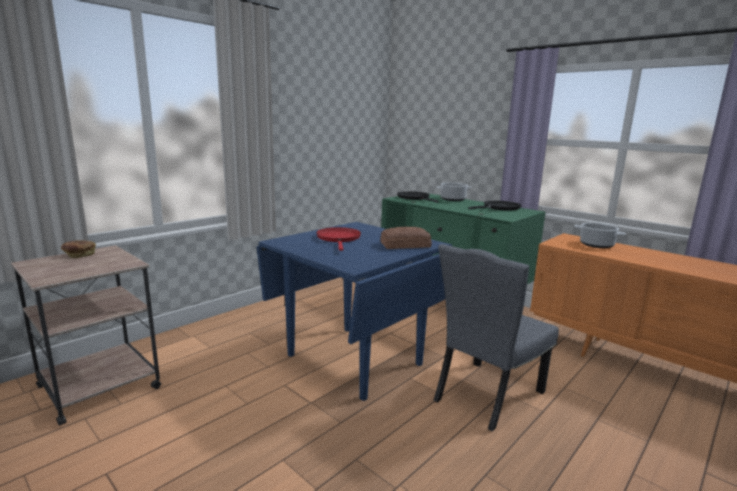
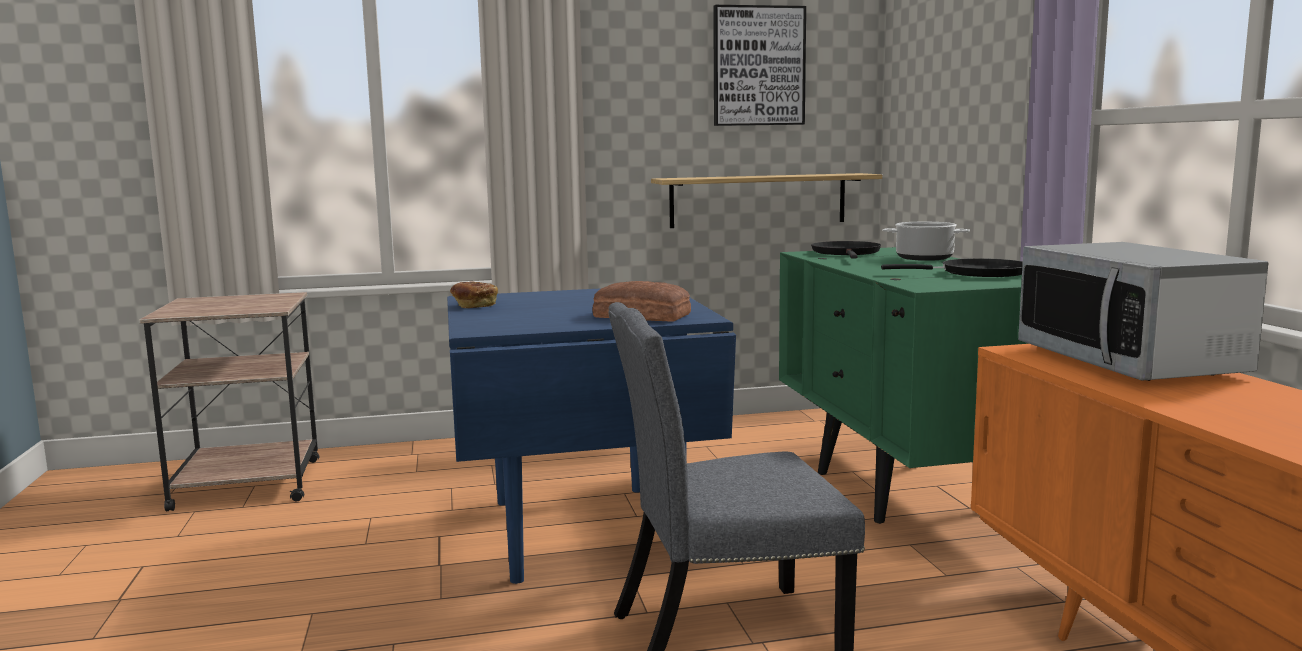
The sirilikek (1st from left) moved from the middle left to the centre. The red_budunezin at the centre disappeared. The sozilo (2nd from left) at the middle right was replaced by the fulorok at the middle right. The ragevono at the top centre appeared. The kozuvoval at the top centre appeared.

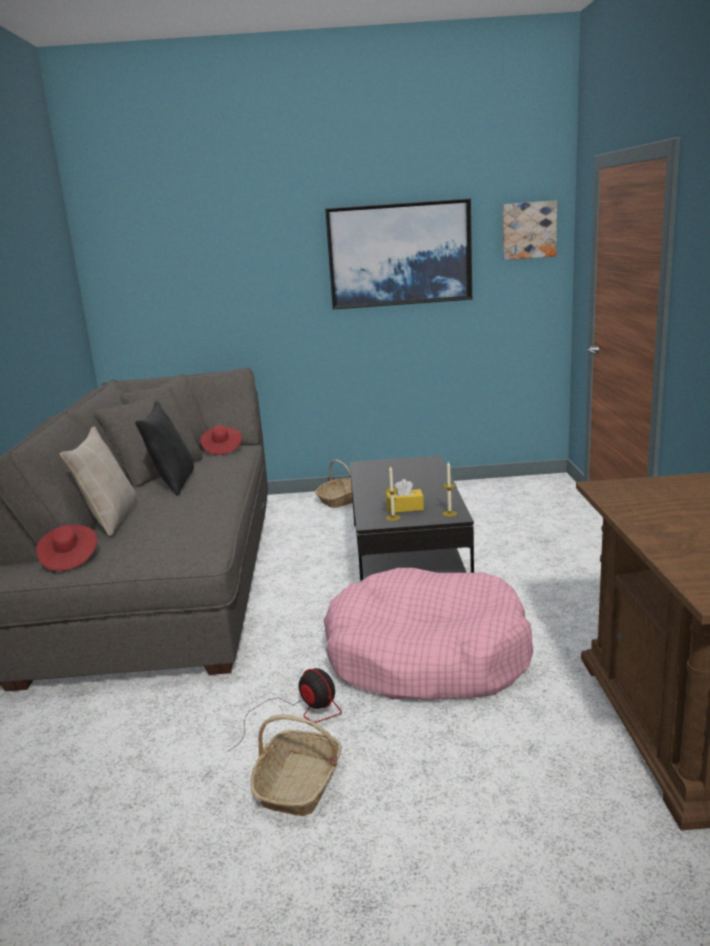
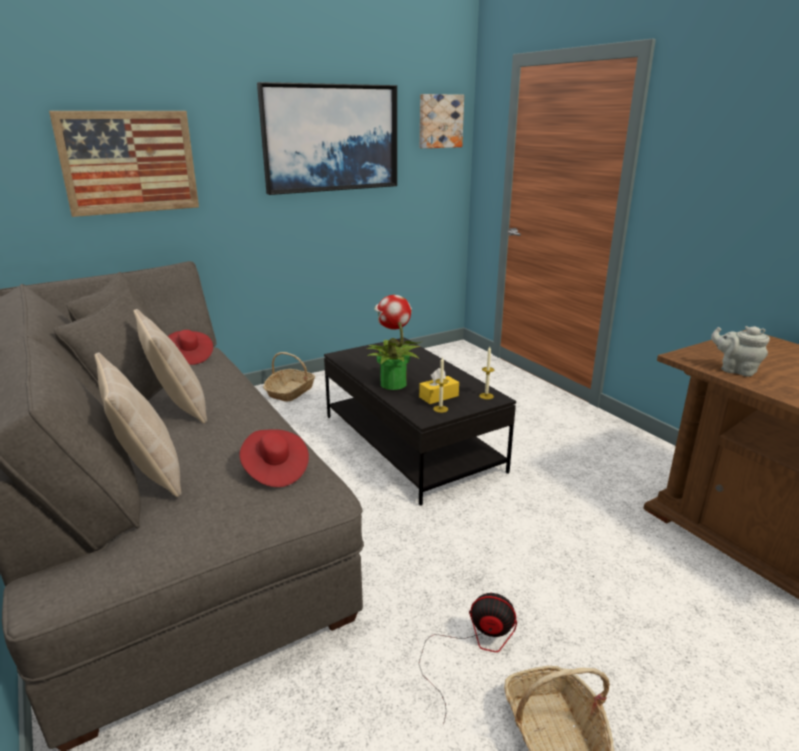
The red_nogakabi (1st from left in the first image) moved from the middle left to the centre. The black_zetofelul at the middle left became the beige_zetofelul (2nd from left) at the middle left. The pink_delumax at the bottom centre disappeared. The kozuvoval (1st from left) at the top left appeared. The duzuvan at the centre appeared. The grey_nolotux at the middle right appeared.

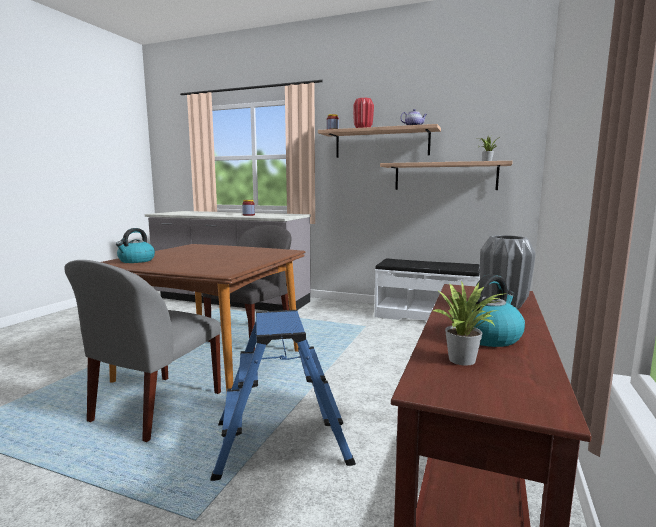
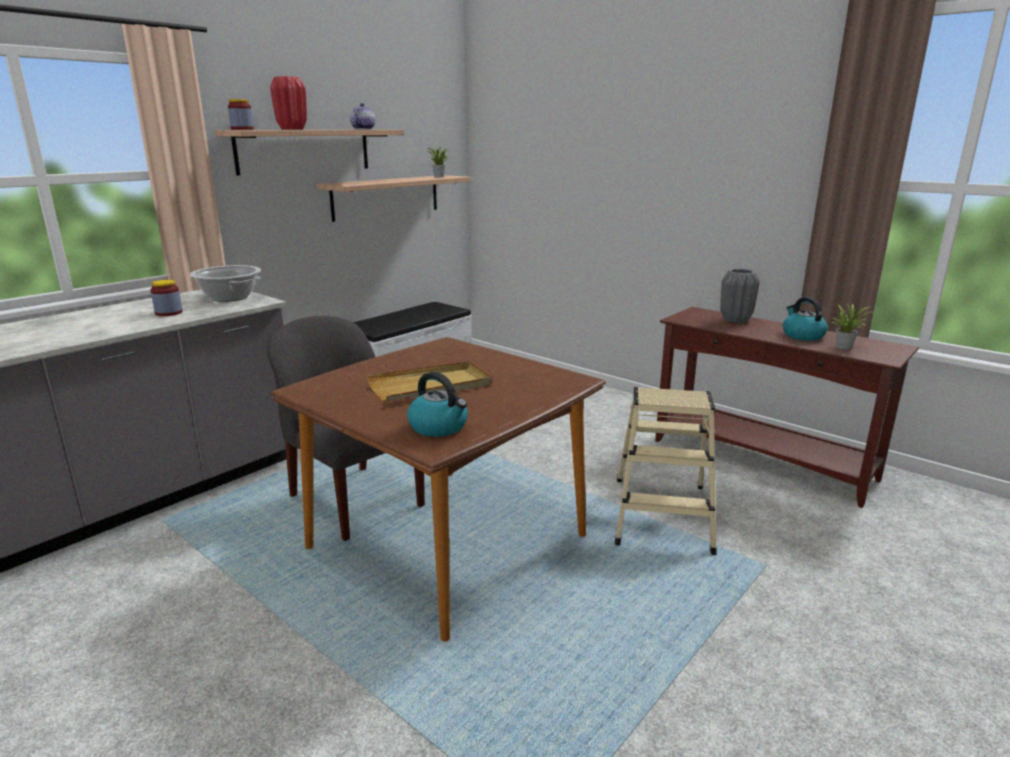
The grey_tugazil (1st from left) at the middle left disappeared. The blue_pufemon at the bottom centre became the beige_pufemon at the centre. The sozilo at the middle left appeared. The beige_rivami at the centre appeared.

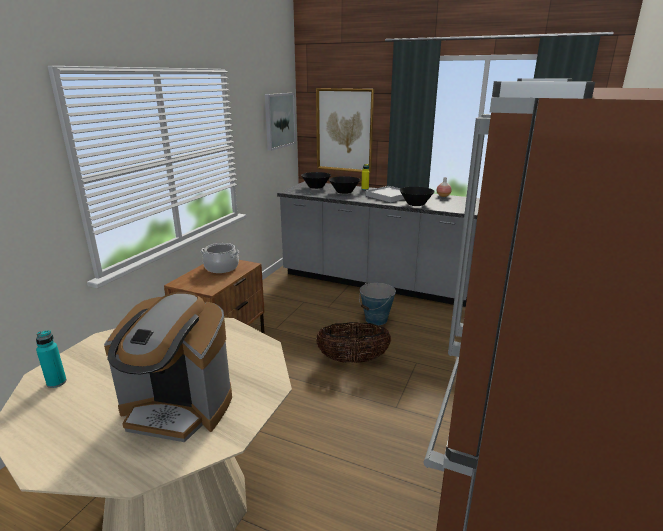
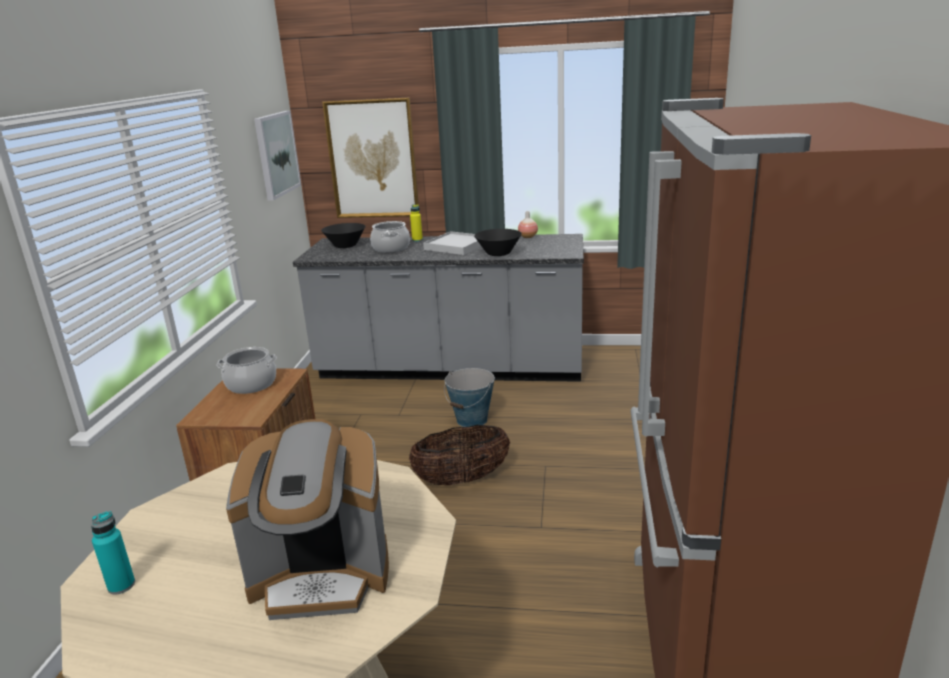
The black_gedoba (2nd from left) at the centre was replaced by the sozilo (2nd from left) at the centre.

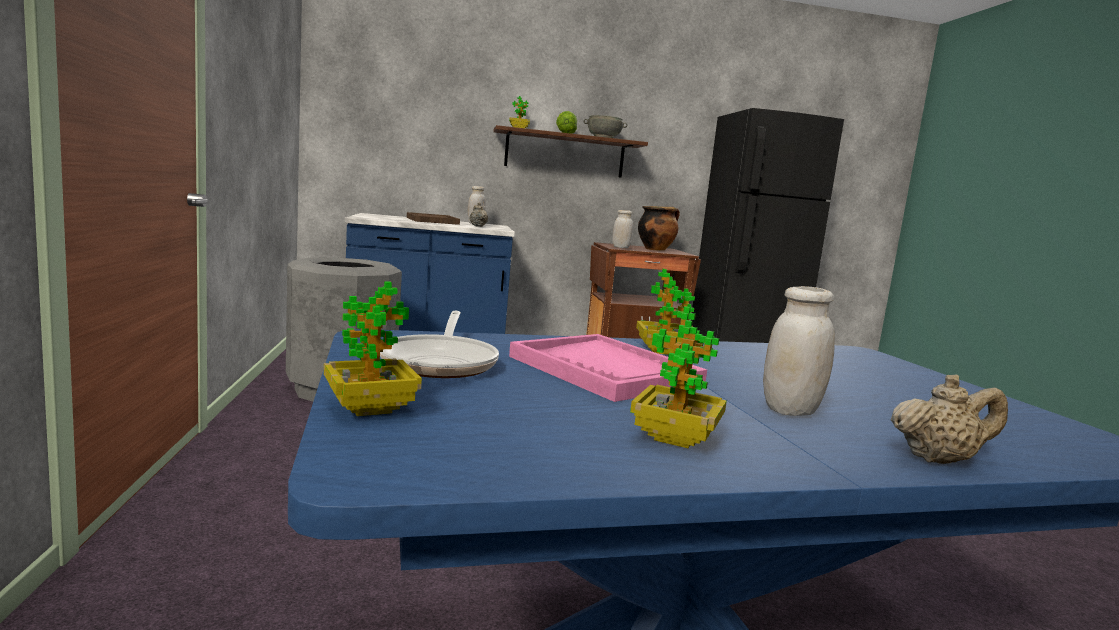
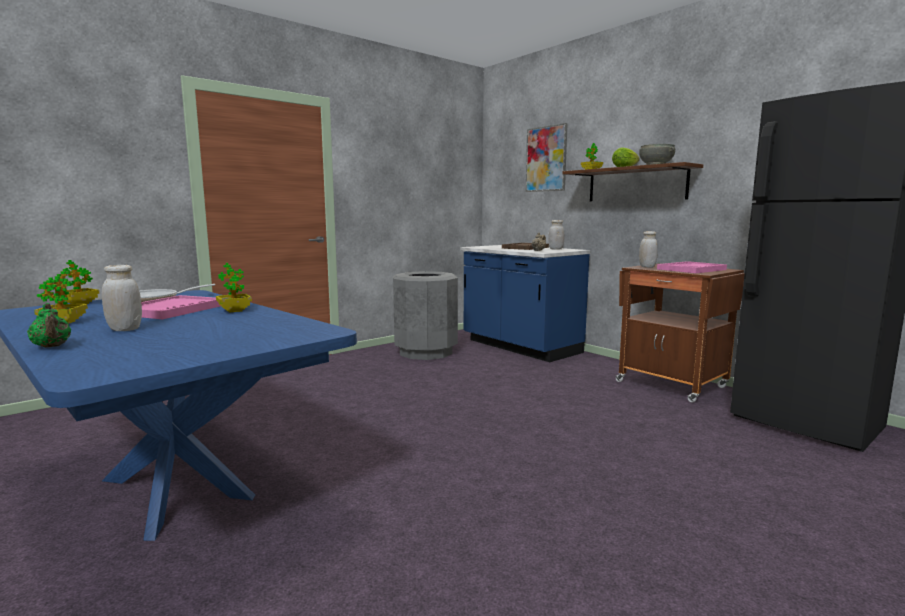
The sozilo at the centre was replaced by the pink_rivami (2nd from left) at the middle right. The beige_nolotux (2nd from left) at the middle right became the green_nolotux at the middle left. The kozuvoval at the top centre appeared.

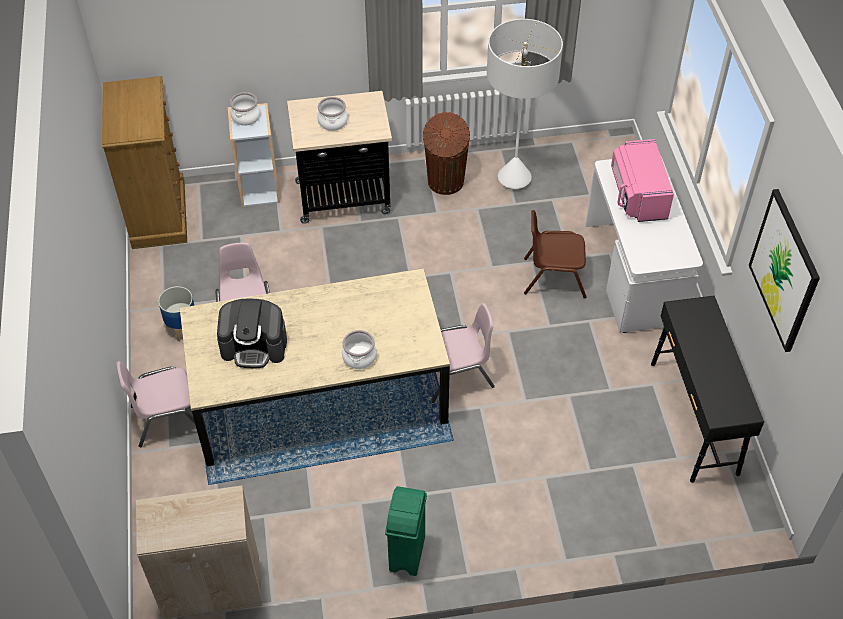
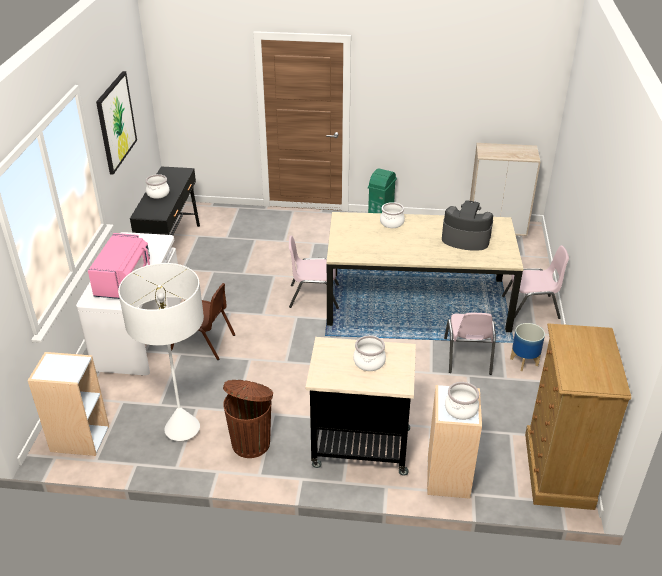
The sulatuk (1st from left) at the bottom left appeared. The sozilo (1st from left) at the top left appeared.

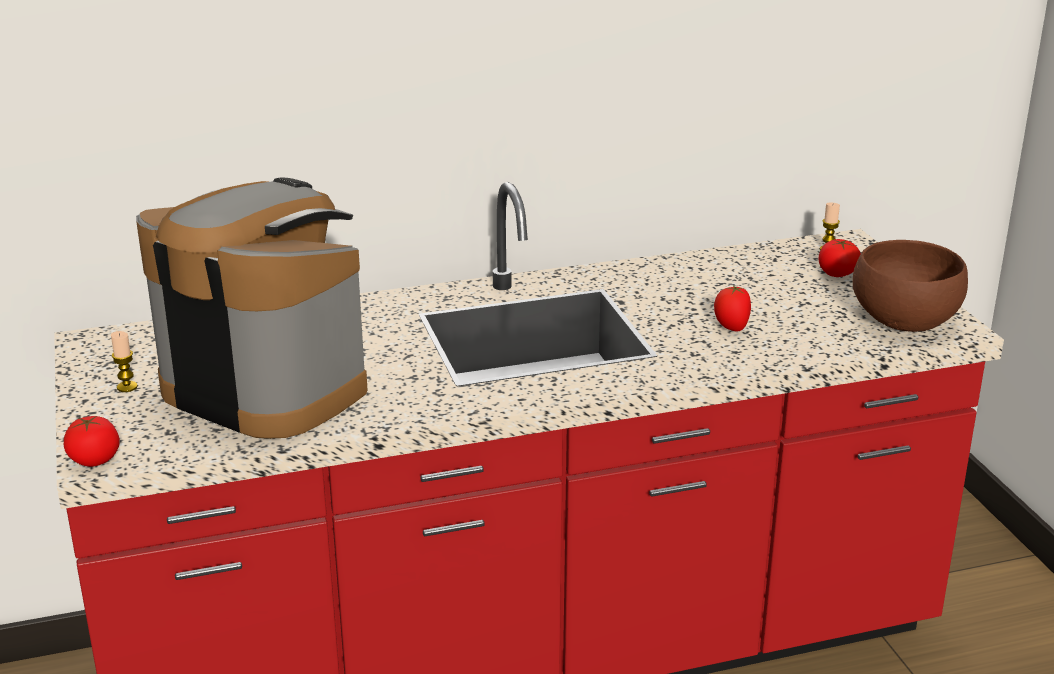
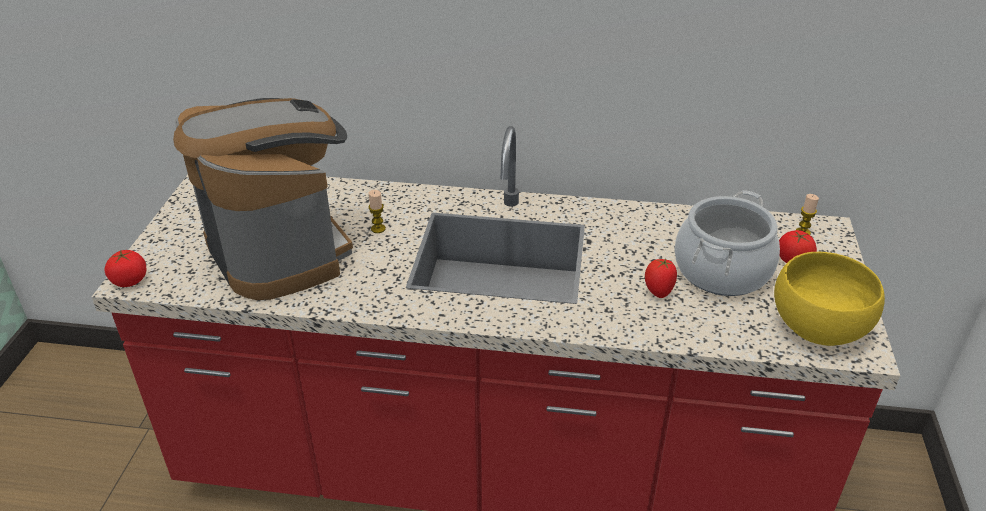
The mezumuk (1st from left) moved from the middle left to the centre. The brown_gedoba at the middle right became the yellow_gedoba at the middle right. The sozilo at the middle right appeared.

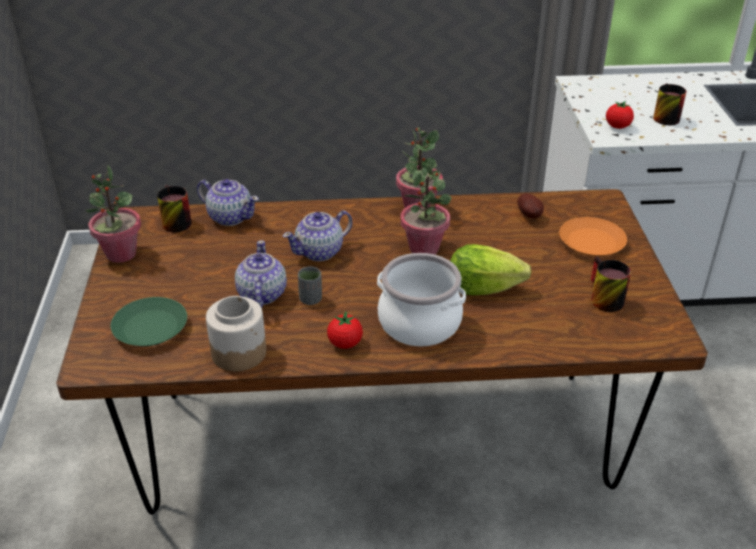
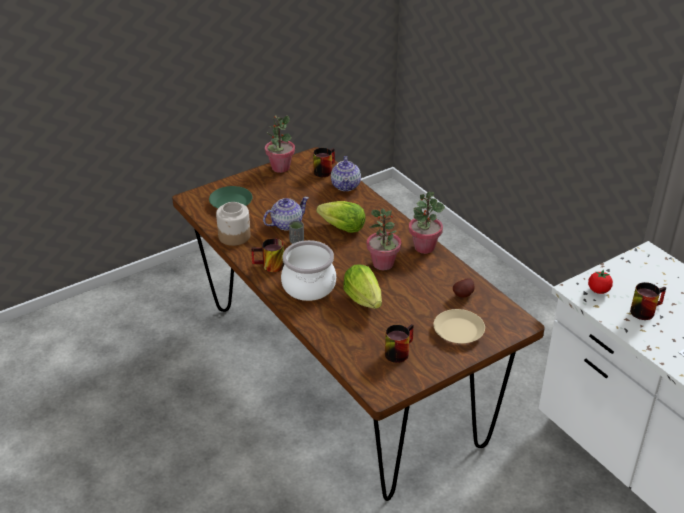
The nolotux (3rd from left) at the centre was replaced by the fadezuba (1st from left) at the centre. The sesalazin (1st from left) at the centre was replaced by the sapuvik (1st from left) at the centre. The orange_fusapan at the middle right became the beige_fusapan at the middle right.

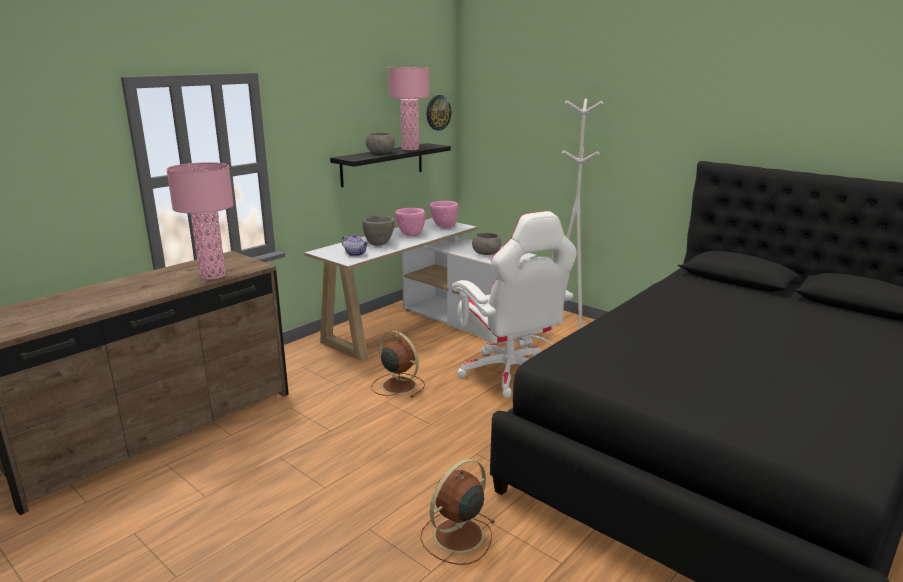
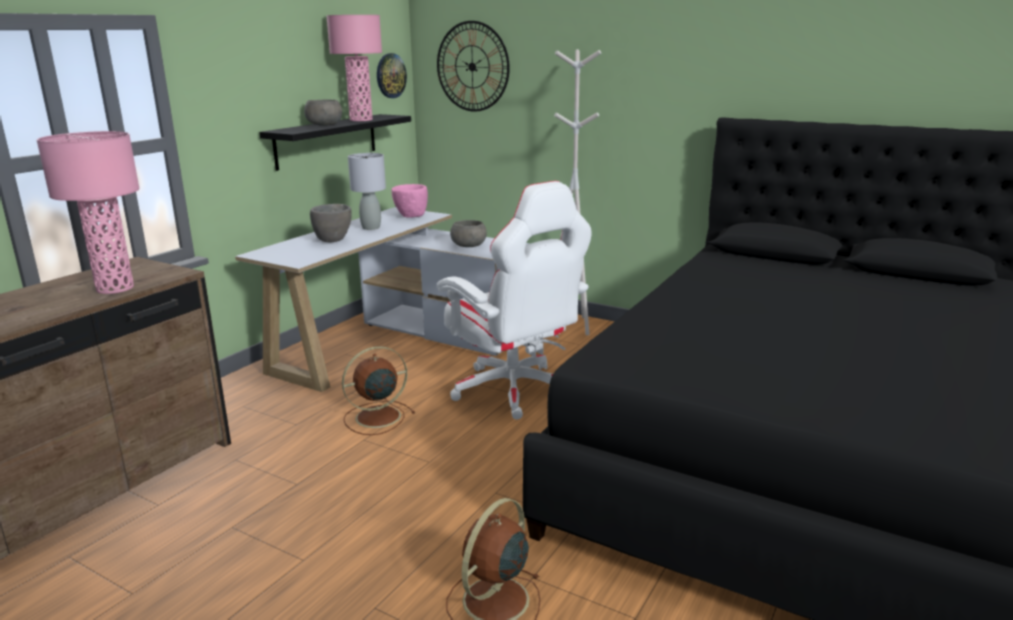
The nolotux at the centre disappeared. The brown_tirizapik (1st from left) at the centre turned 60 degrees counterclockwise. The pink_gedoba (1st from left) at the centre was replaced by the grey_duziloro at the top centre. The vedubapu (2nd from left) at the top centre appeared.

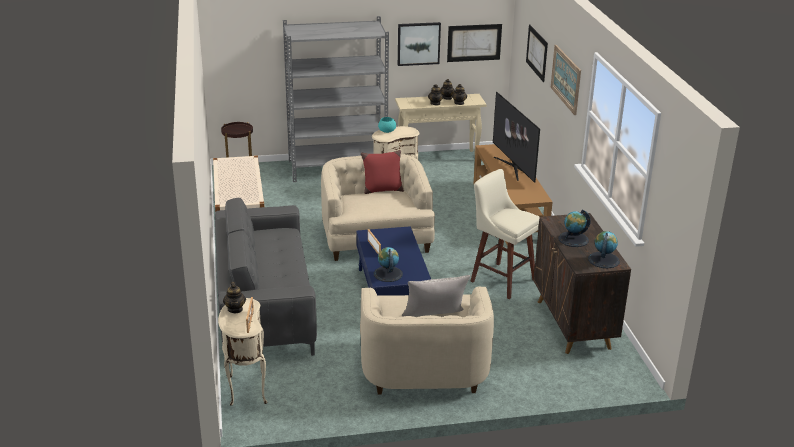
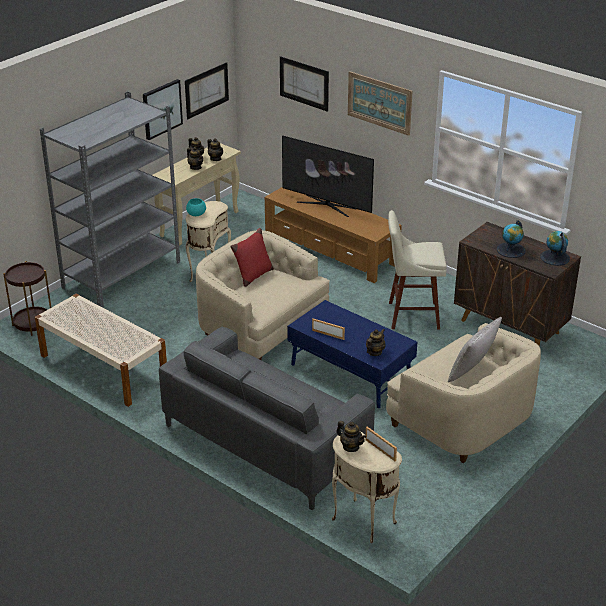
The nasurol (1st from left) at the centre was replaced by the nolotux (5th from left) at the centre.

